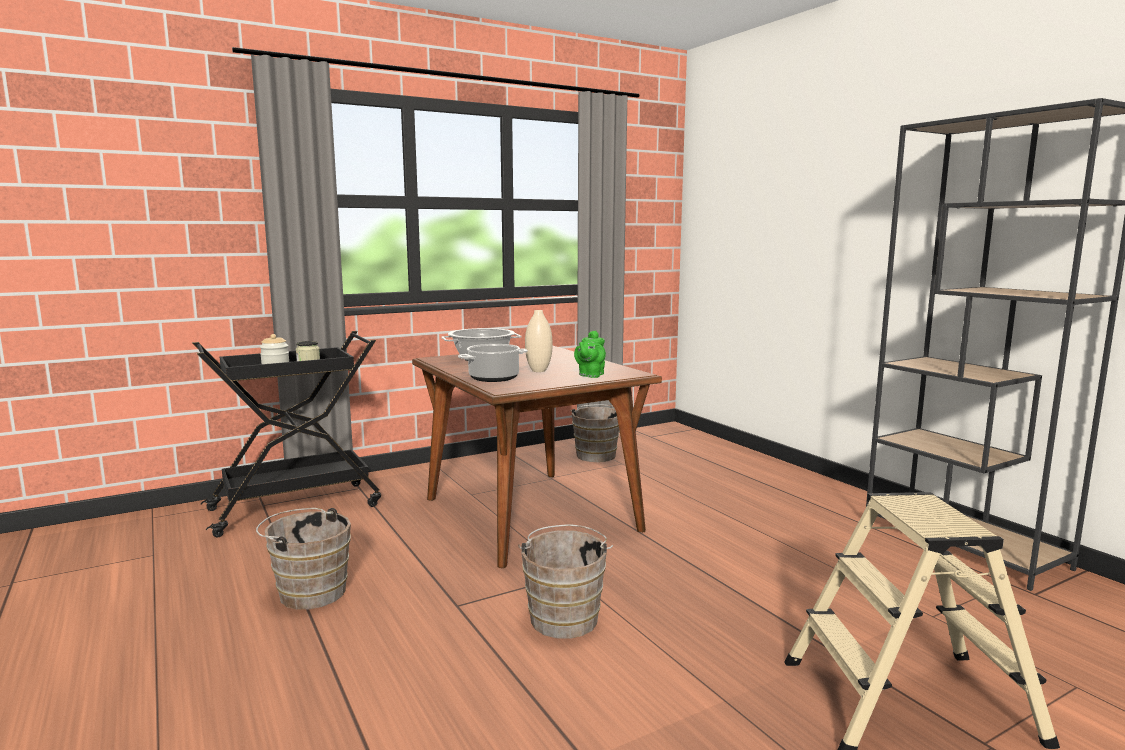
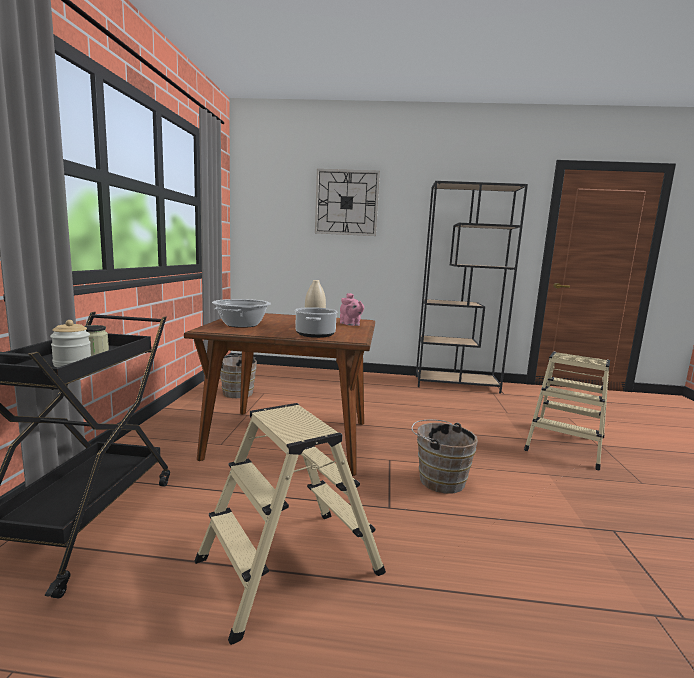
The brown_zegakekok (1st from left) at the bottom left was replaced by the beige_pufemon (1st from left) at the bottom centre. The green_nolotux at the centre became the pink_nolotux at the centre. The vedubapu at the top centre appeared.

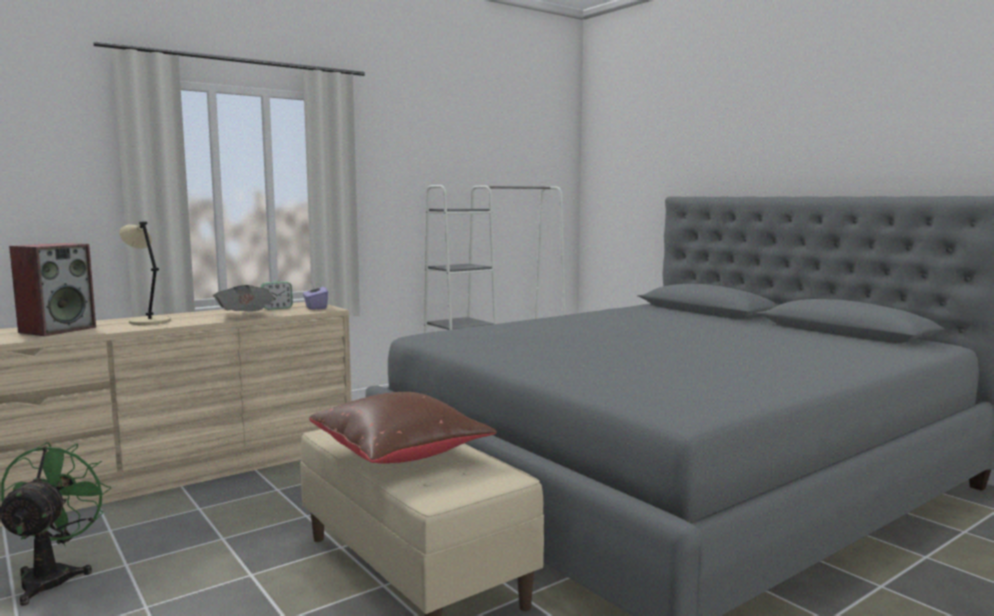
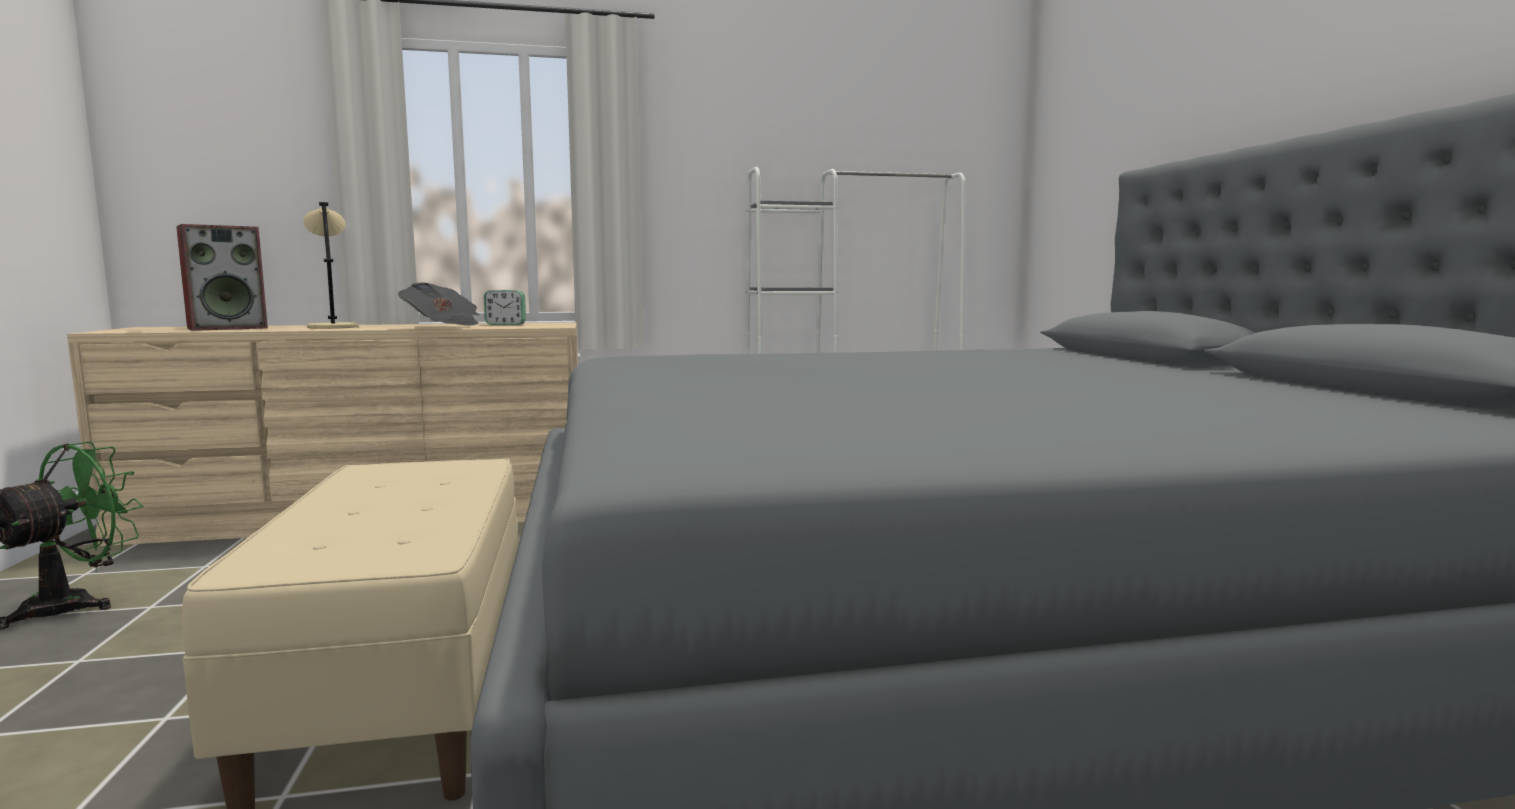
The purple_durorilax at the middle left disappeared. The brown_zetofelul at the bottom centre disappeared.

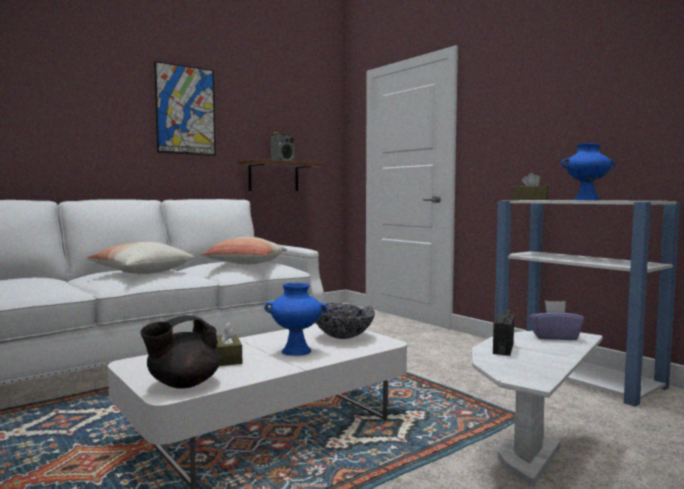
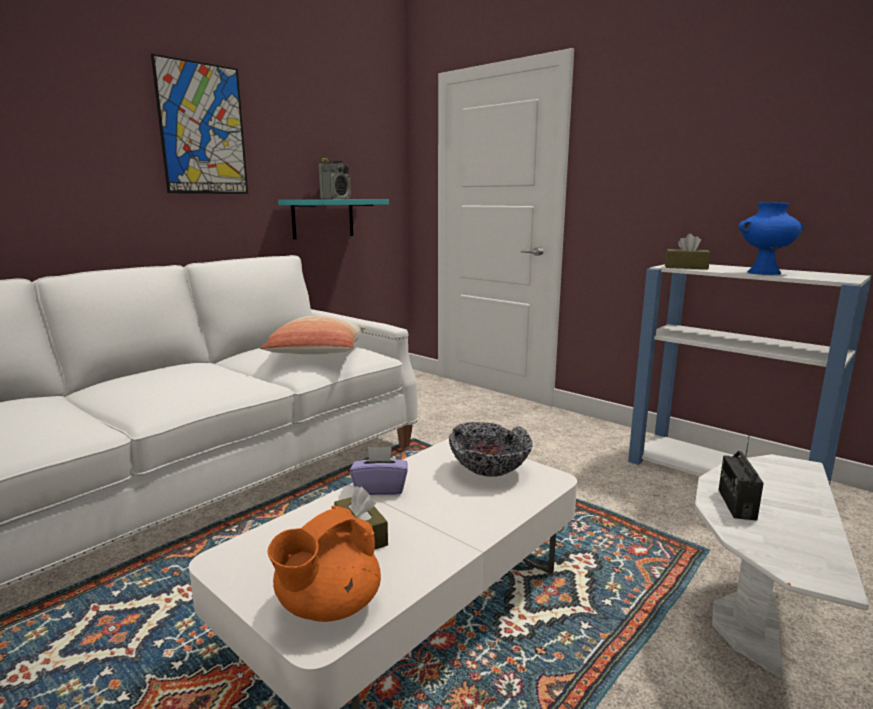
The zetofelul (1st from left) at the middle left disappeared. The black_nolotux at the bottom left became the orange_nolotux at the bottom centre. The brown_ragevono at the centre became the turquoise_ragevono at the top centre. The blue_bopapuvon (1st from left) at the centre disappeared. The purple_durorilax moved from the middle right to the centre.

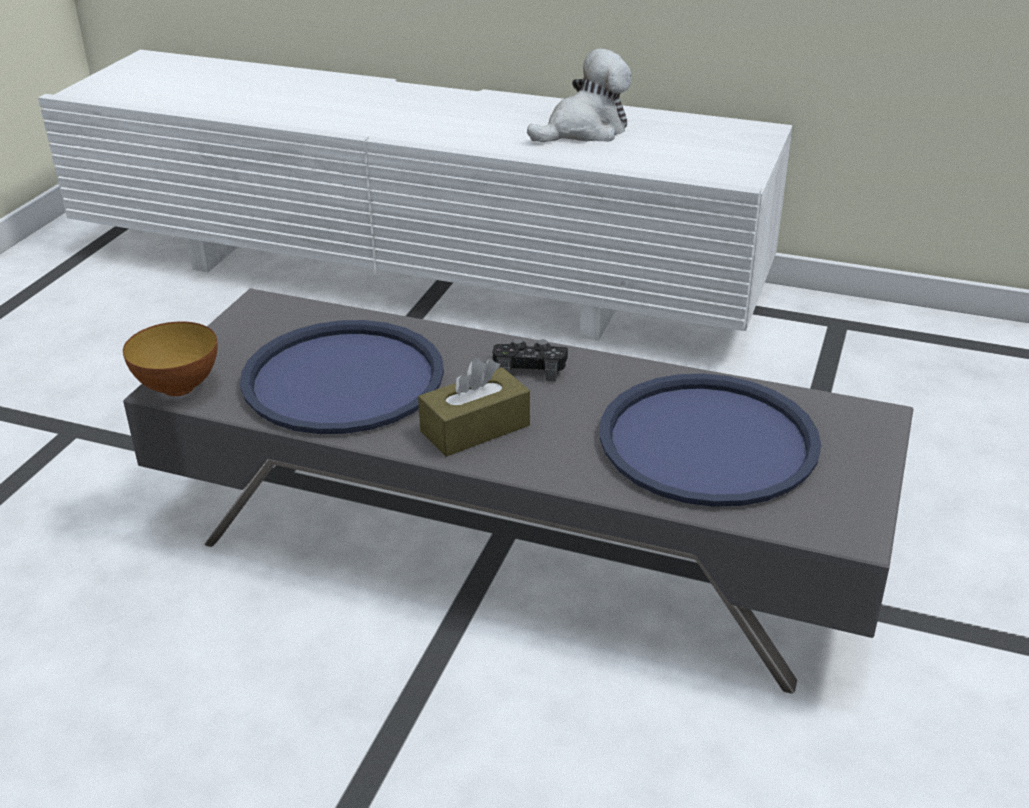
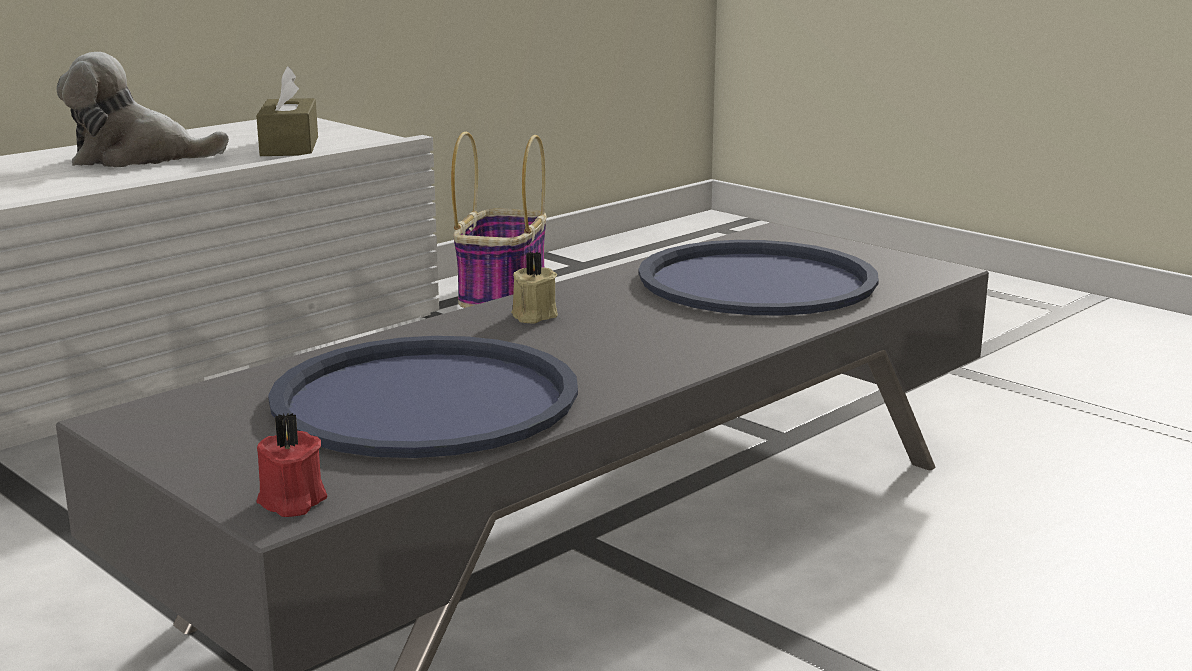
The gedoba at the middle left was replaced by the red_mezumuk at the bottom left. The brown_durorilax moved from the centre to the top left. The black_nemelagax at the centre was replaced by the beige_mezumuk at the centre. The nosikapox at the top centre turned 90 degrees counterclockwise. The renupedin at the top centre appeared.

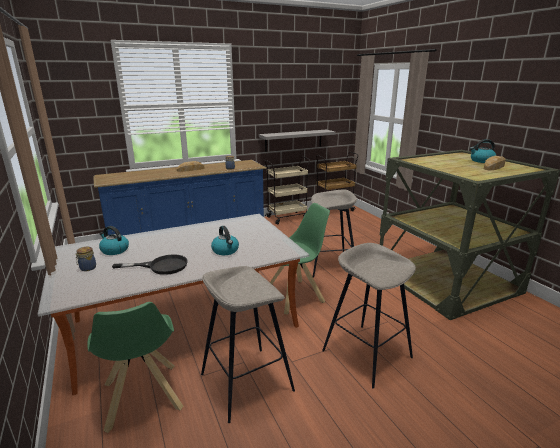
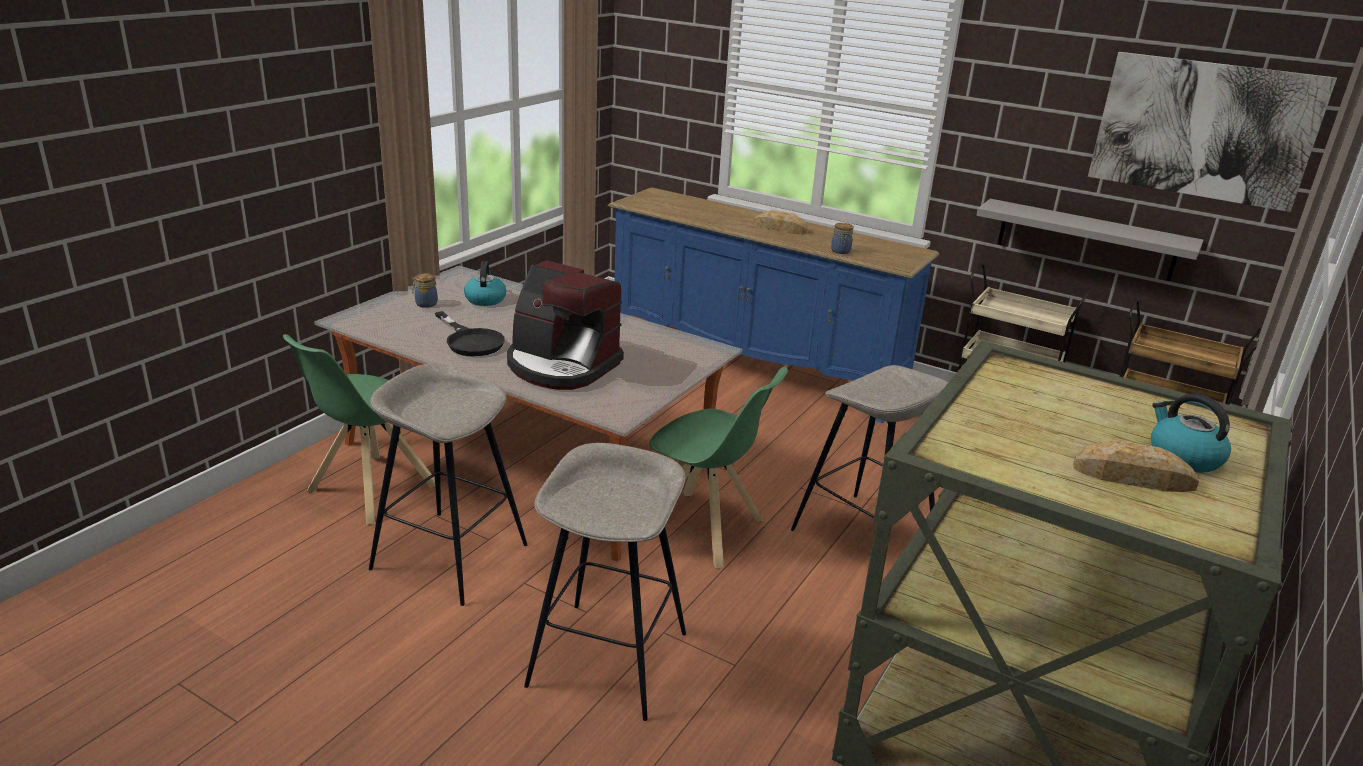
The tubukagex (2nd from left) at the centre was replaced by the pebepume at the centre. The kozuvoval at the top right appeared.

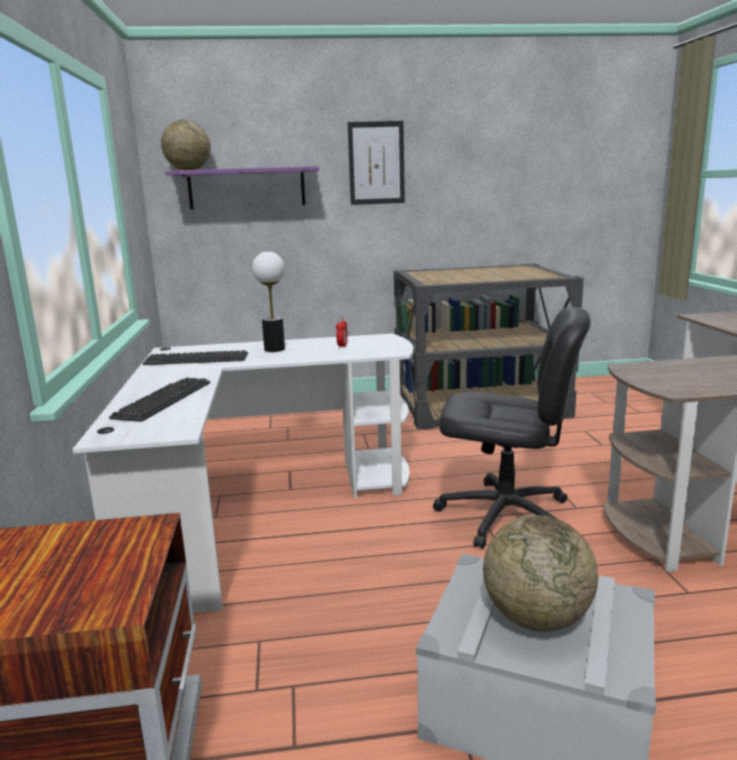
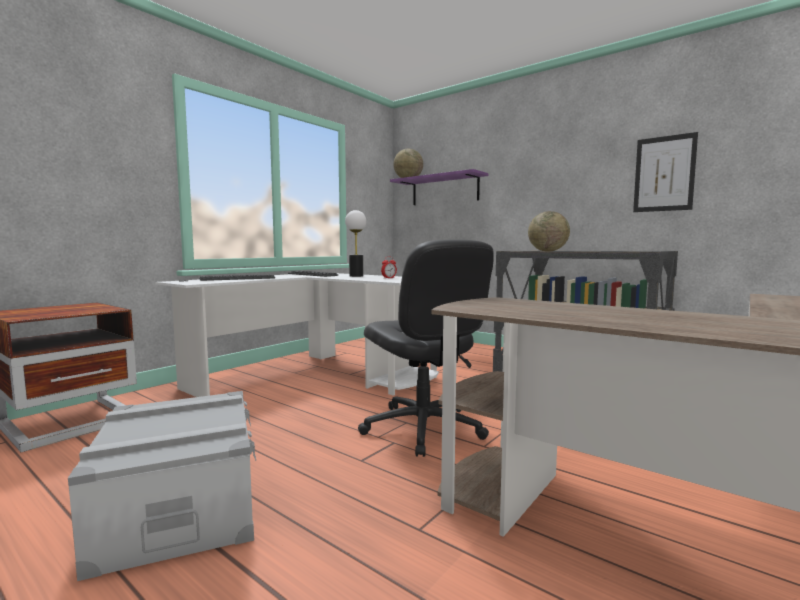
The kozuvoval moved from the top centre to the top right. The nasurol (2nd from left) moved from the bottom right to the middle right.

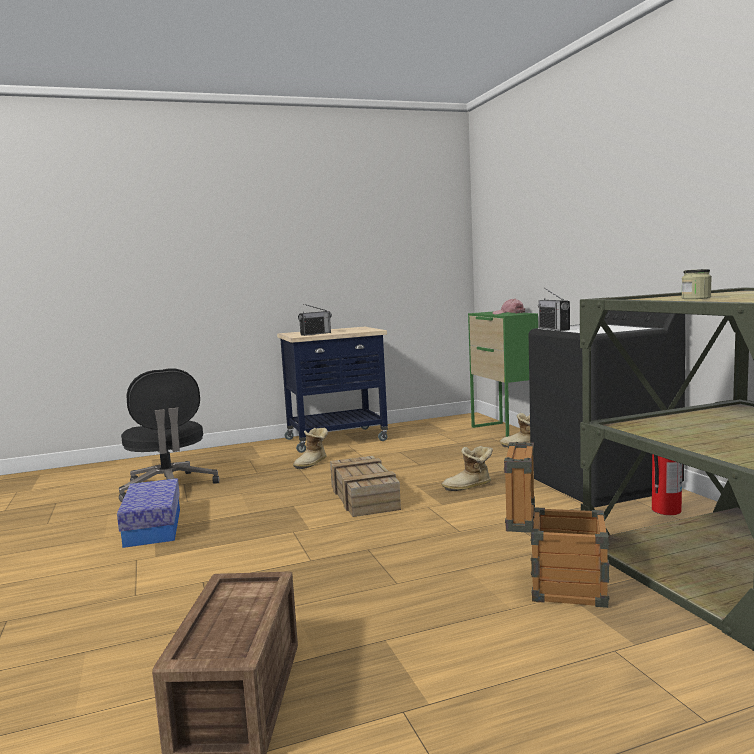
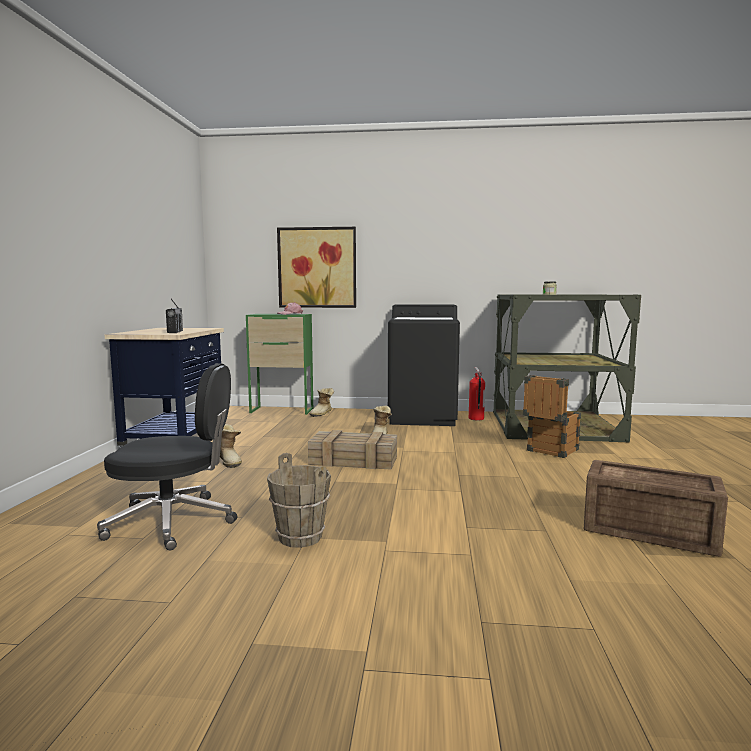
The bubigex at the bottom left was replaced by the brown_zegakekok at the centre. The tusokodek (2nd from left) at the middle right disappeared. The kozuvoval at the centre appeared.

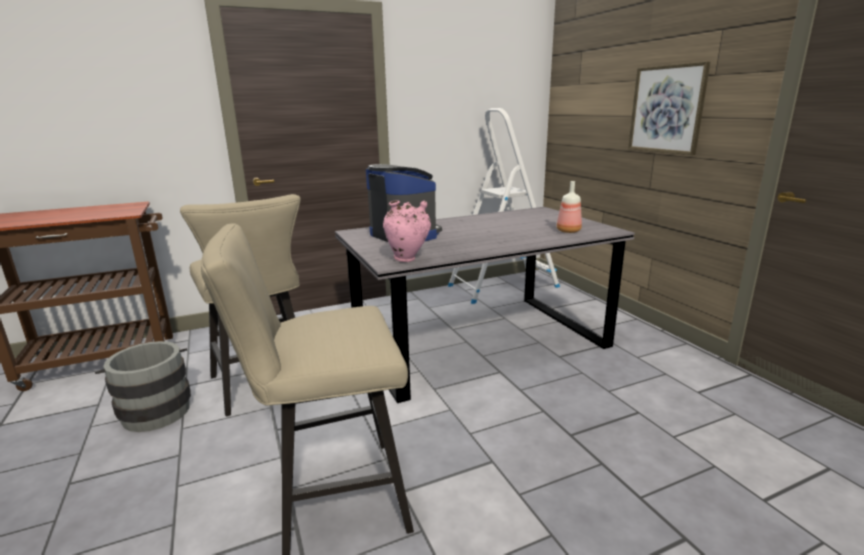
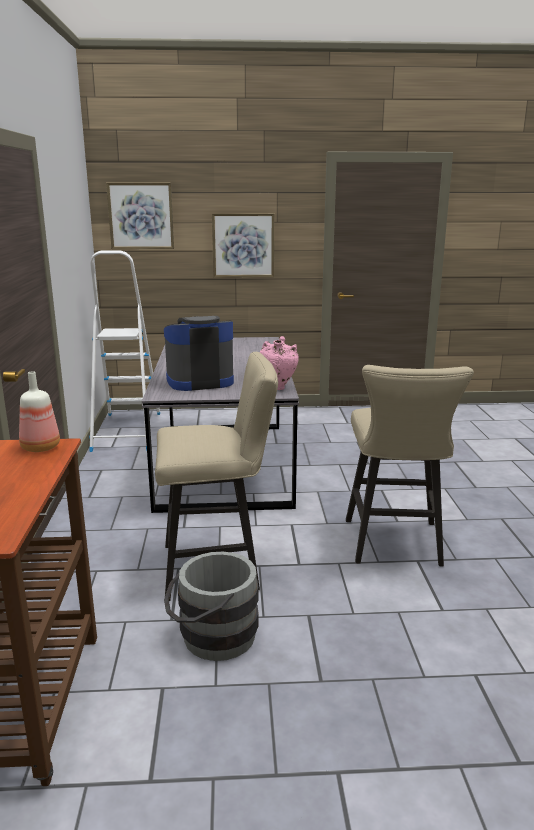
The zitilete moved from the centre to the middle left. The kozuvoval (1st from left) at the top left appeared.

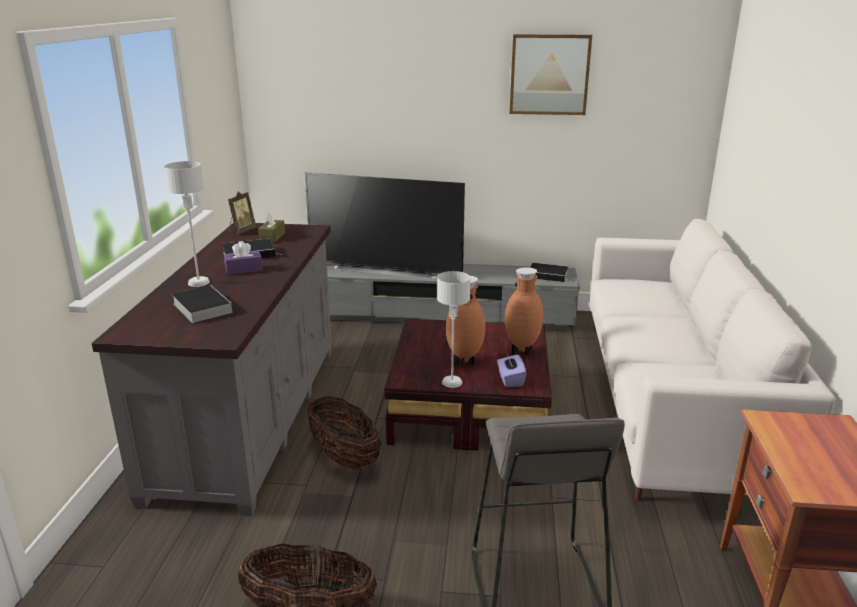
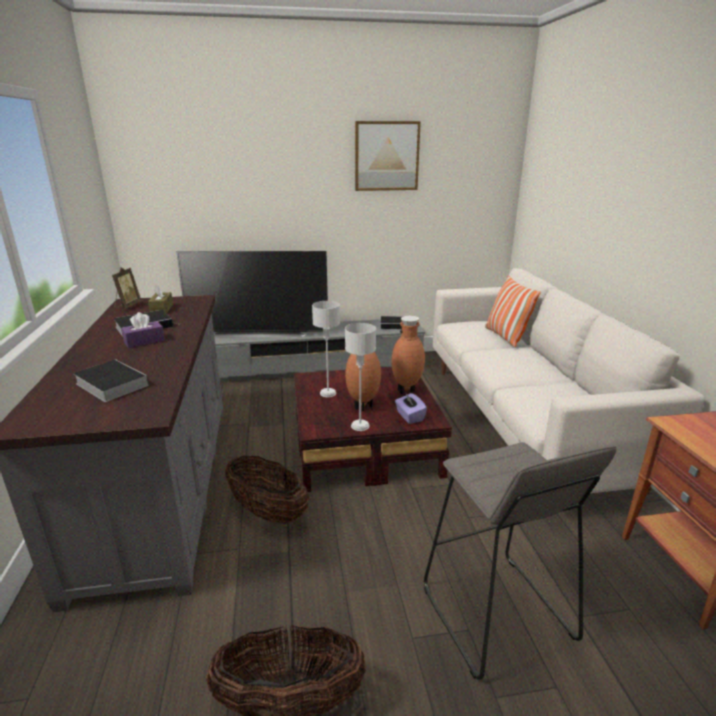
The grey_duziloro (1st from left) moved from the middle left to the centre. The zetofelul at the middle right appeared.

